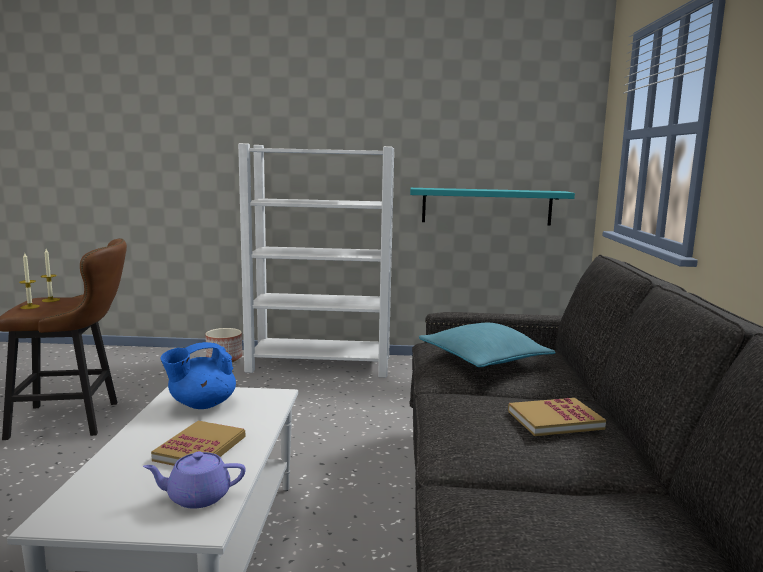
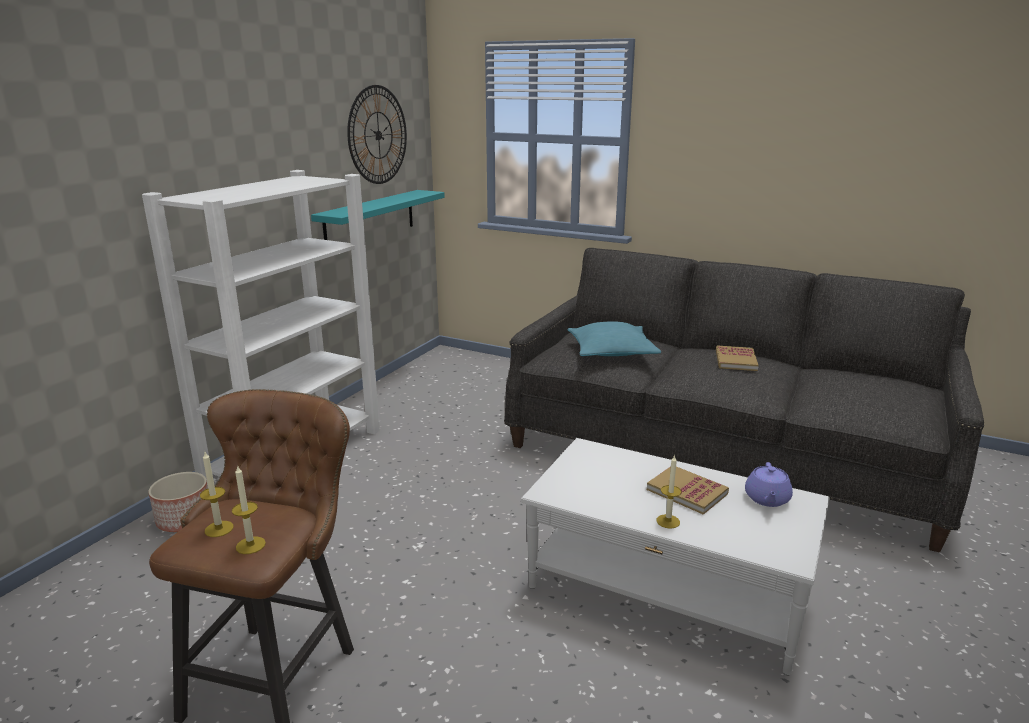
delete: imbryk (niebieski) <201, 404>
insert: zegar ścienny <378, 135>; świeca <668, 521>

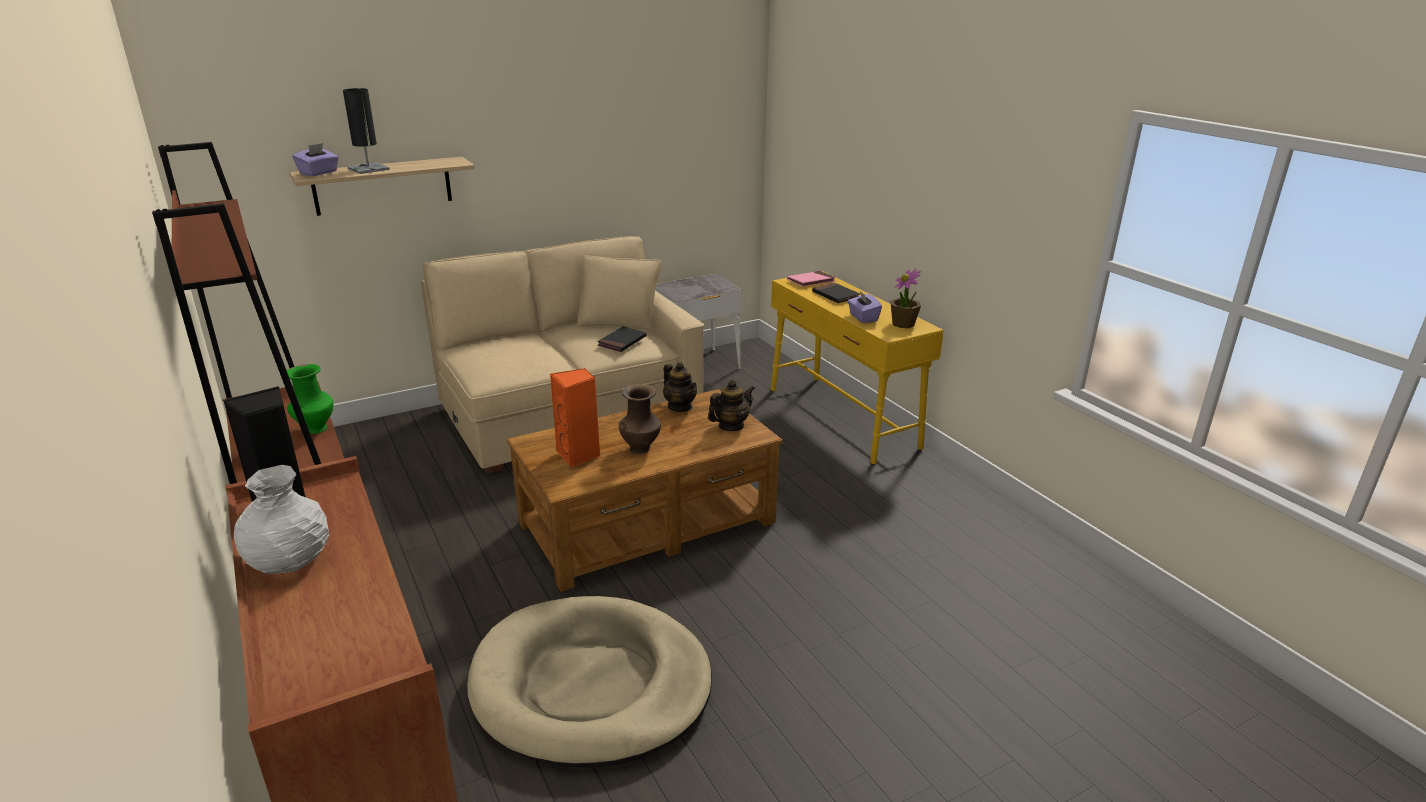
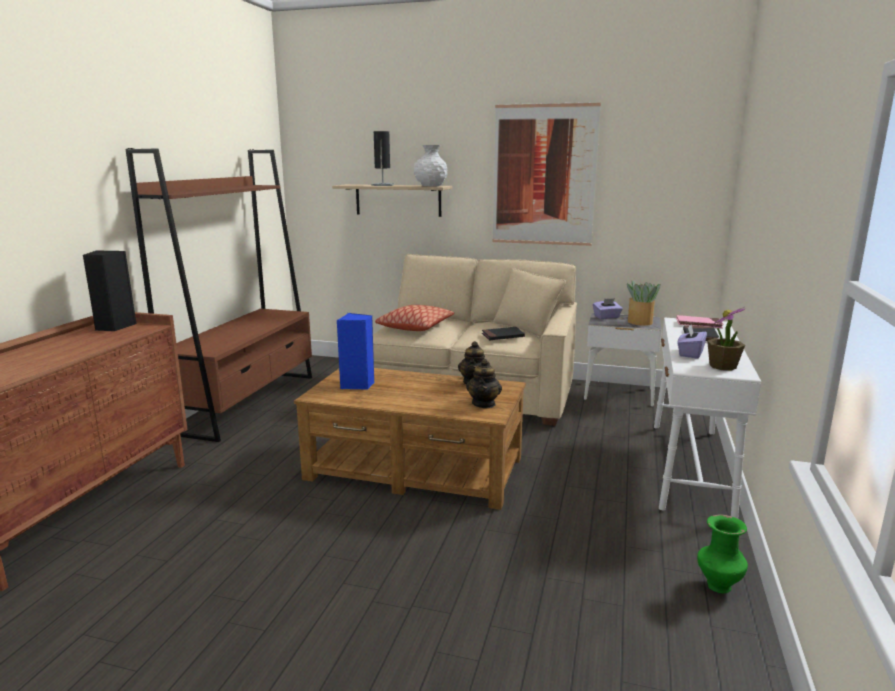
delete: legowisko (beżowy) <591, 685>; wazon (brązowy) <641, 448>
insert: poduszka <415, 327>; obraz <544, 175>; roślina doniczkowa <640, 322>
move: wazon (biały) <288, 563> to <430, 186>; pudełko chusteczek (fioletowy) <319, 173> to <607, 317>; wazon (zielony) <315, 429> to <718, 586>
recolor: głośnik (pomarańczowy) <579, 456> to głośnik (niebieski) <358, 385>; stolik konsolowy (żółty) <841, 418> to stolik konsolowy (biały) <688, 467>
rotate: imbryk <731, 426> = <484, 404> 90 degrees clockwise

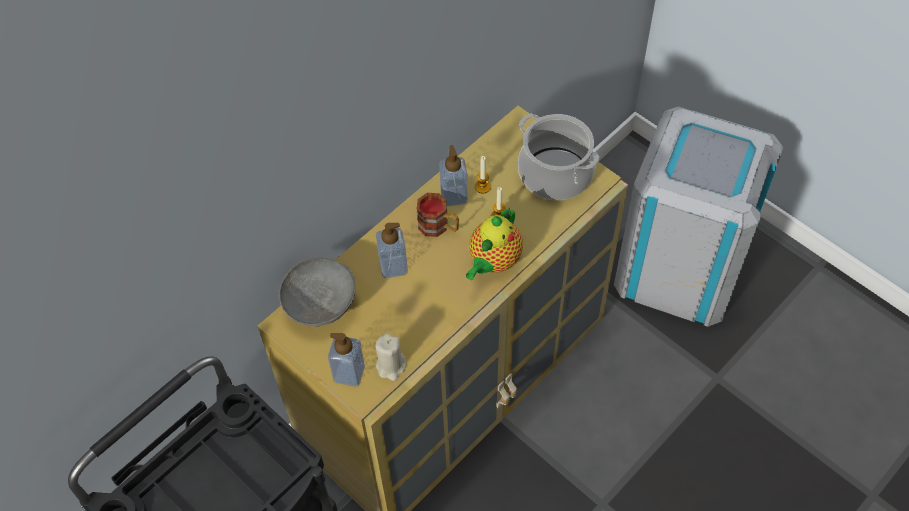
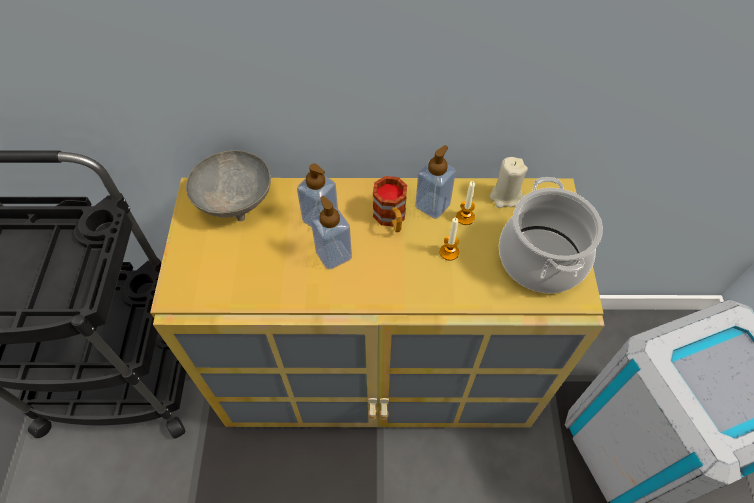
delete: imbryk <493, 262>
move: dozownik mydła <349, 373> to <333, 254>; świeca (beżowy) <391, 366> to <505, 196>

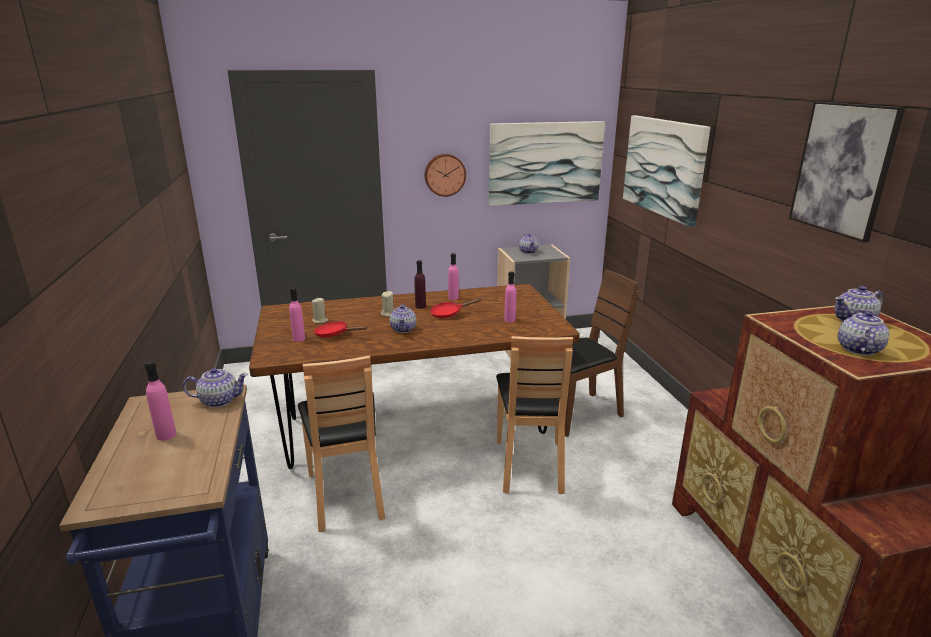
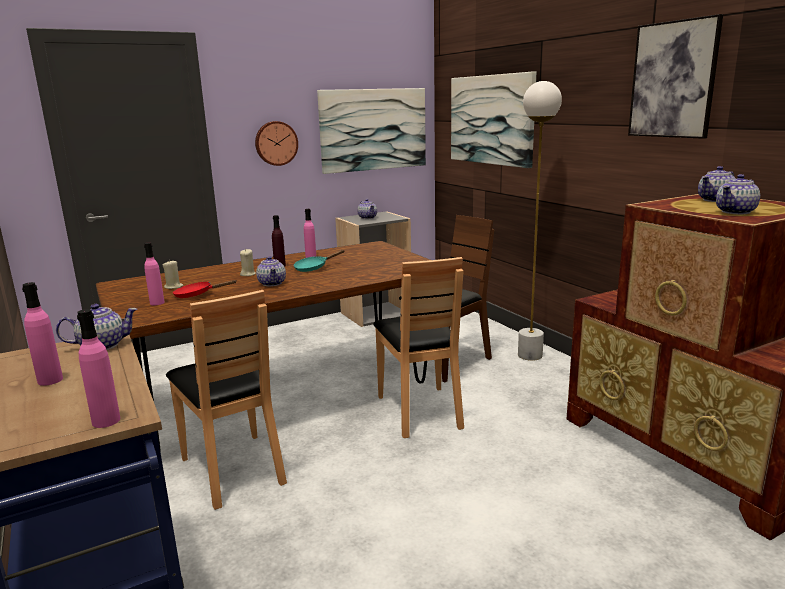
insert: lampa stojąca (biały) <530, 355>
move: butelka (różowy) <509, 320> to <106, 421>
recolor: patelnia (czerwony) <449, 314> to patelnia (turkusowy) <313, 268>
rotate: imbryk <858, 349> = <736, 212> 135 degrees counterclockwise

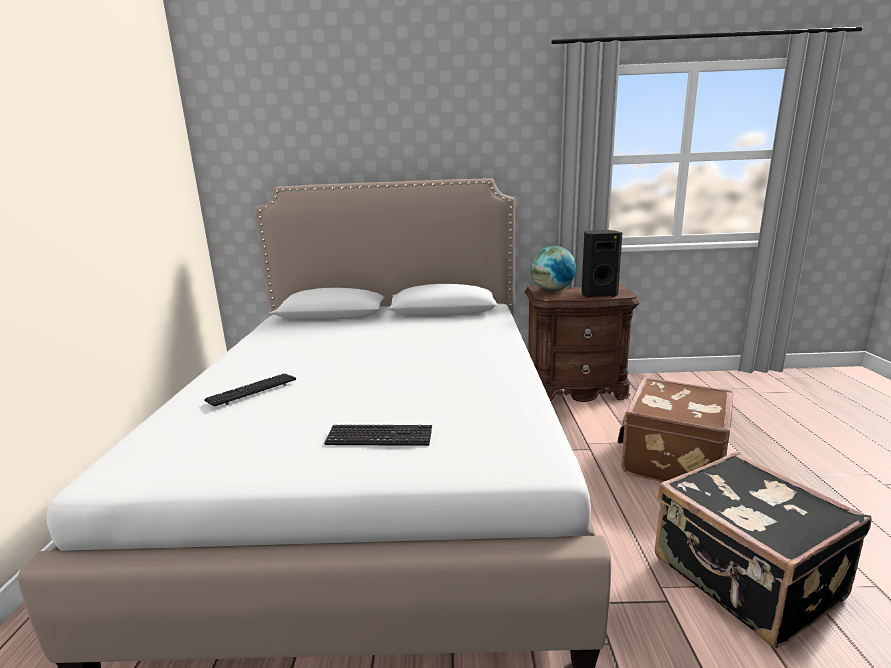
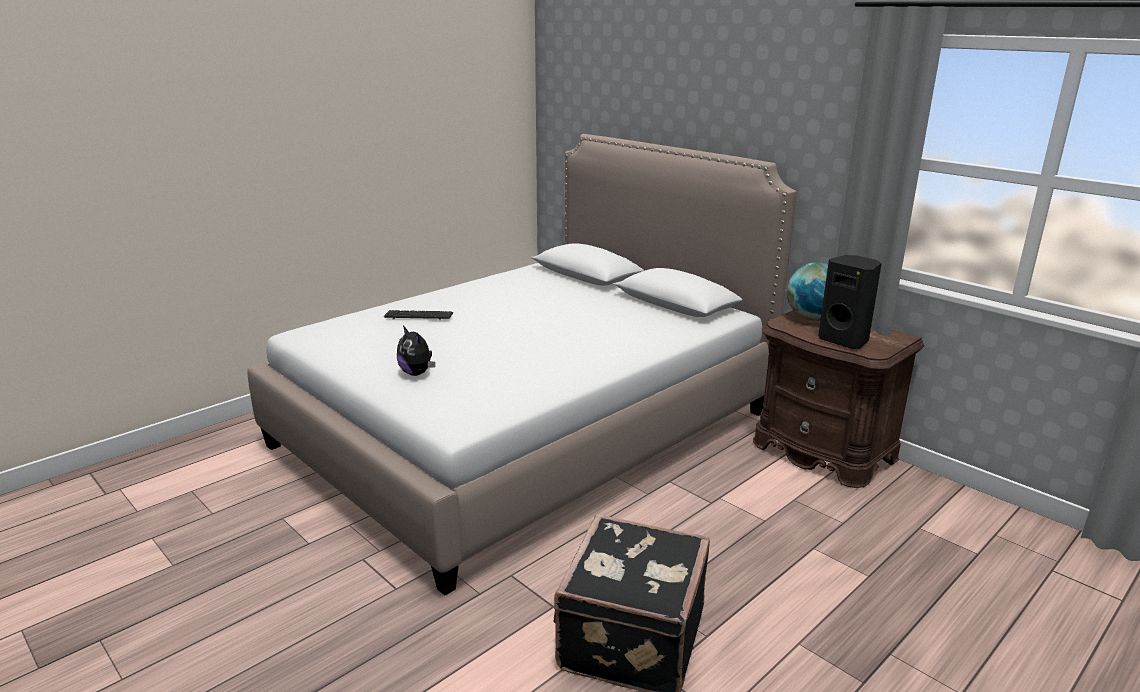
delete: walizka (brązowy) <671, 460>
replace: klawiatura <379, 437> to pluszak <417, 373>

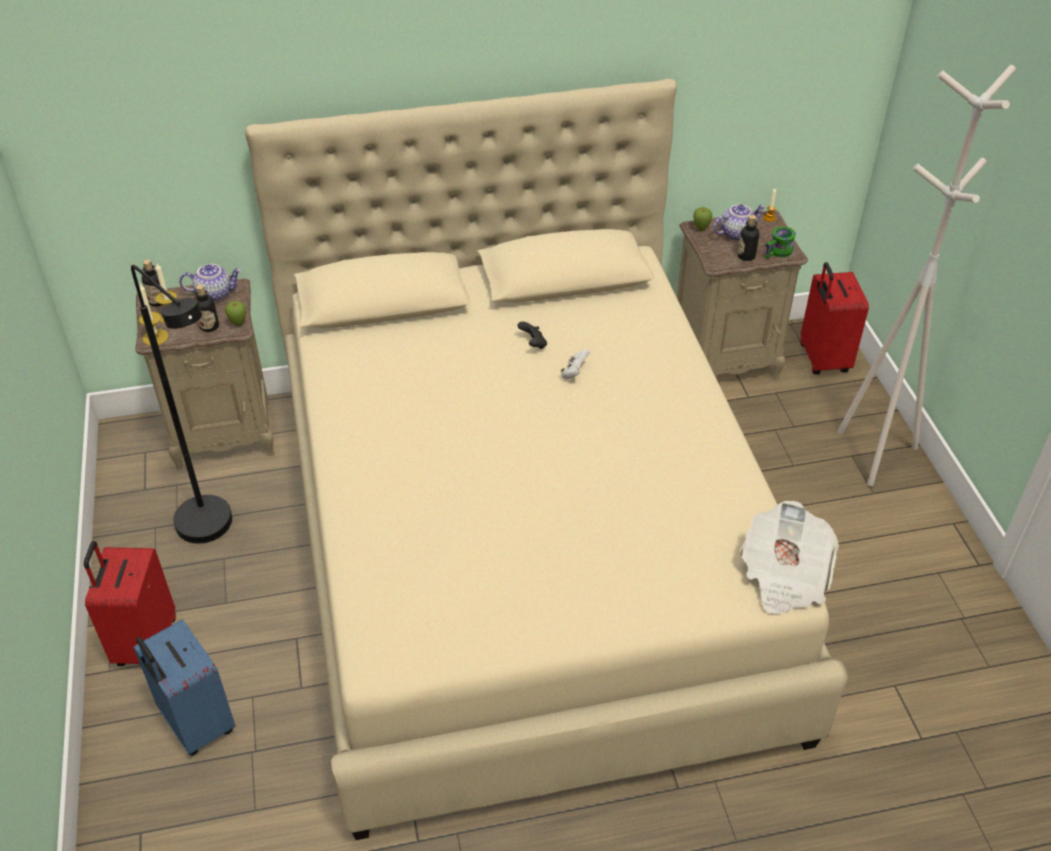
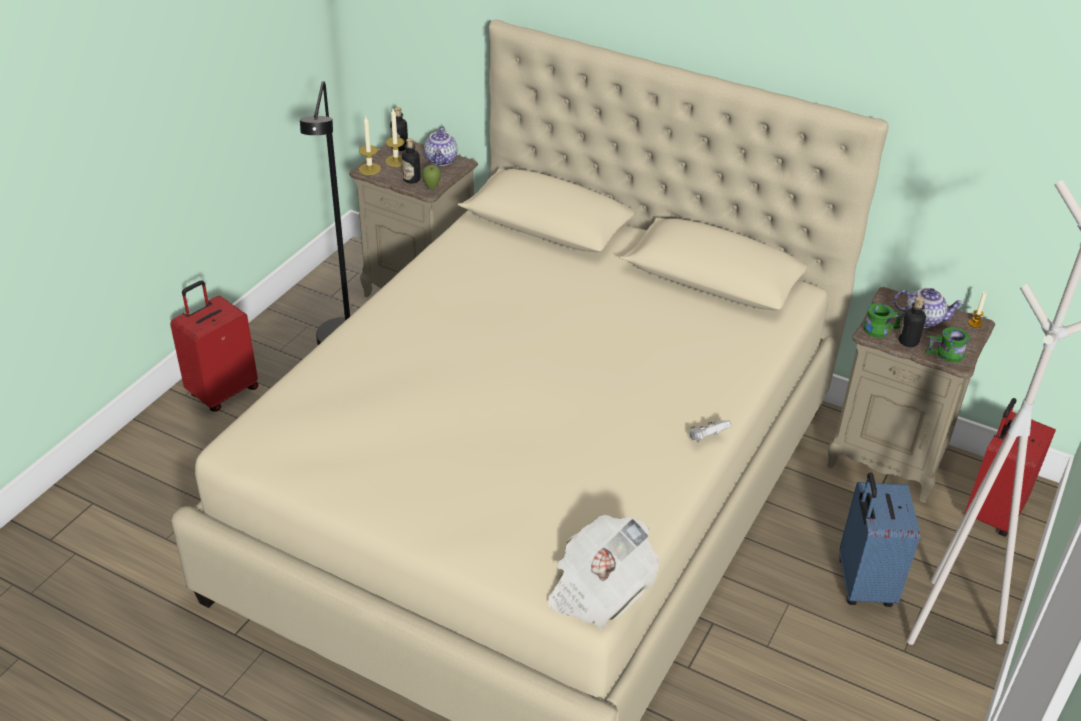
delete: pad do gier (czarny) <533, 344>; jabłko <701, 229>
insert: kubek (zielony) <879, 328>
move: pad do gier (biały) <574, 373> to <707, 438>; walizka (niebieski) <196, 724> to <862, 584>
rotate: imbryk <215, 293> = <442, 160> 60 degrees clockwise

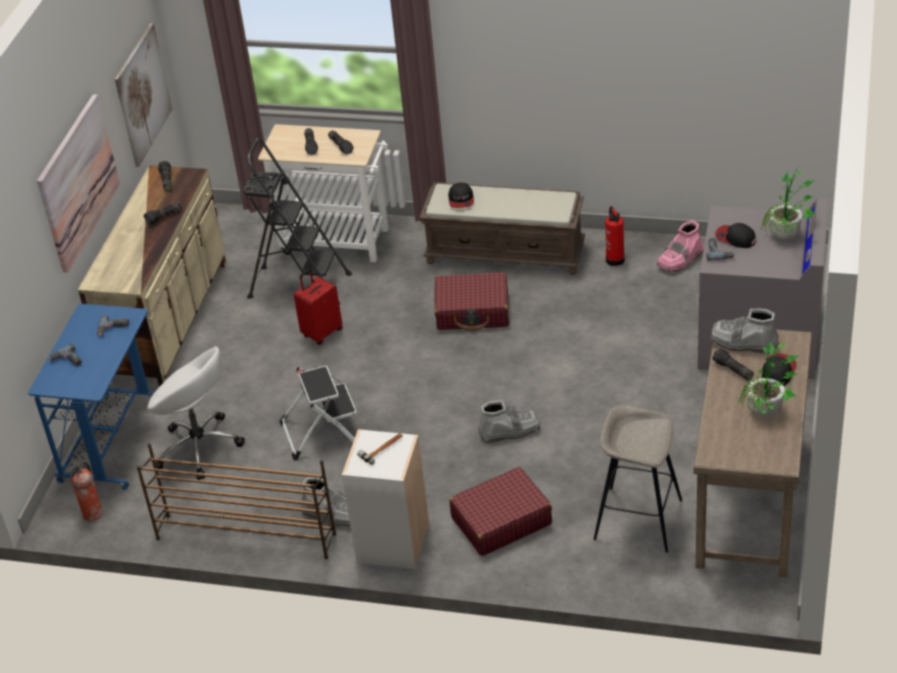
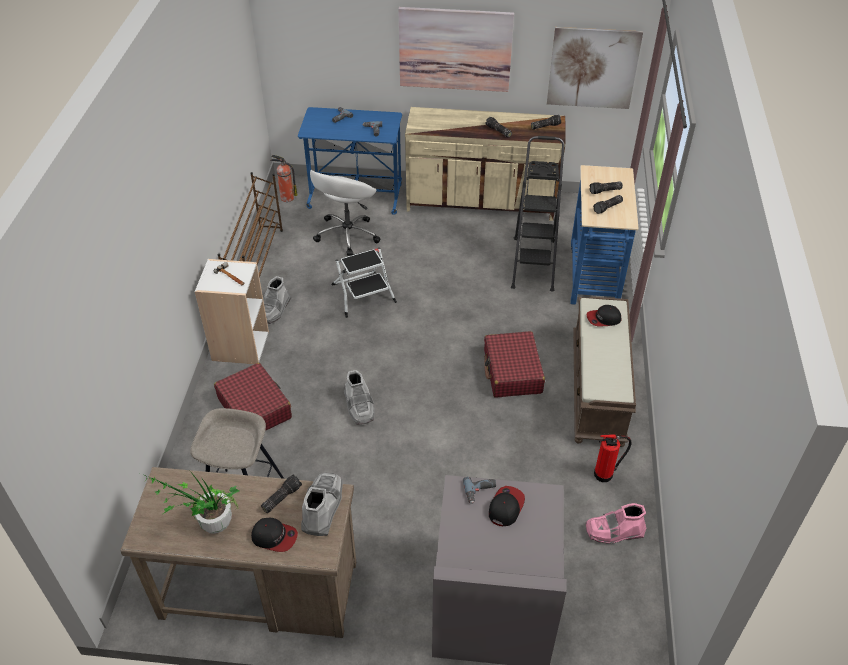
delete: walizka (czerwony) <321, 333>; roślina doniczkowa <786, 239>
recolor: wózek (biały) <337, 242> to wózek (niebieski) <593, 278>
rotate: but z cholewką (różowy) <680, 259> = <614, 531> 45 degrees counterclockwise

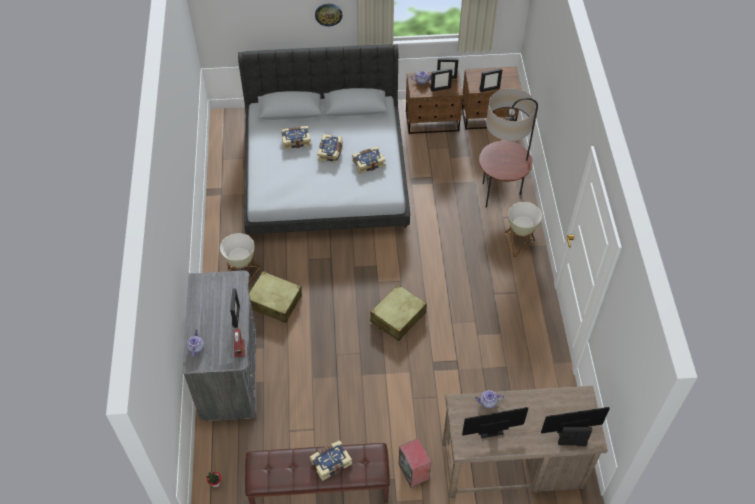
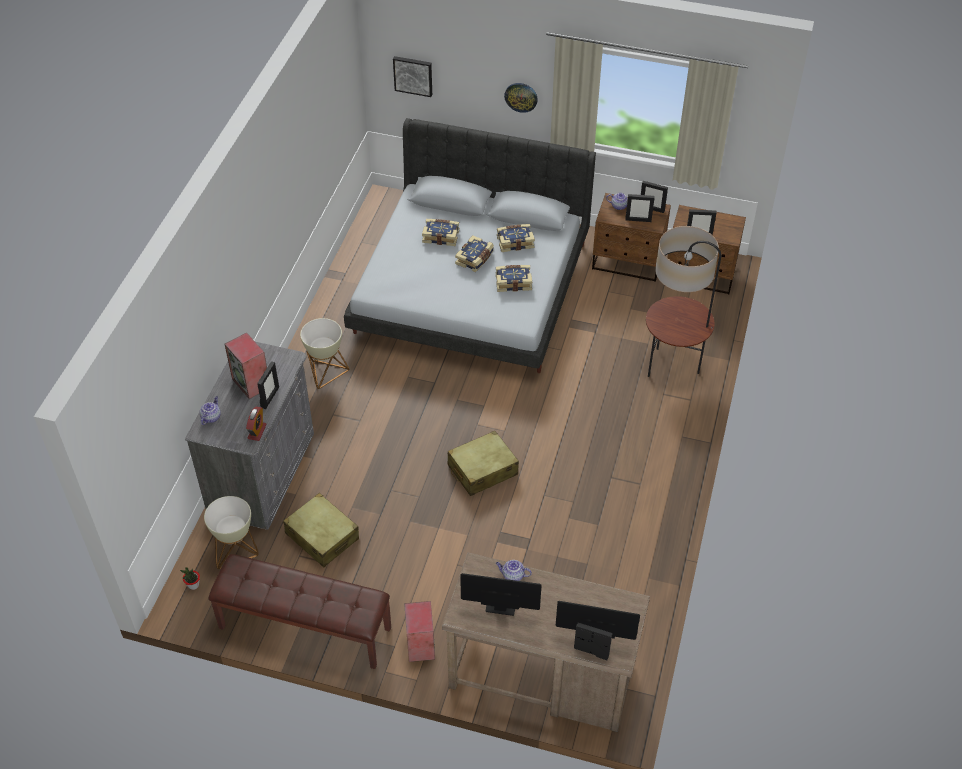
insert: głośnik <252, 383>; obraz <413, 75>
move: donica <519, 243> to <236, 552>; walizka (beżowy) <274, 302> to <322, 536>; książka <330, 462> to <515, 242>

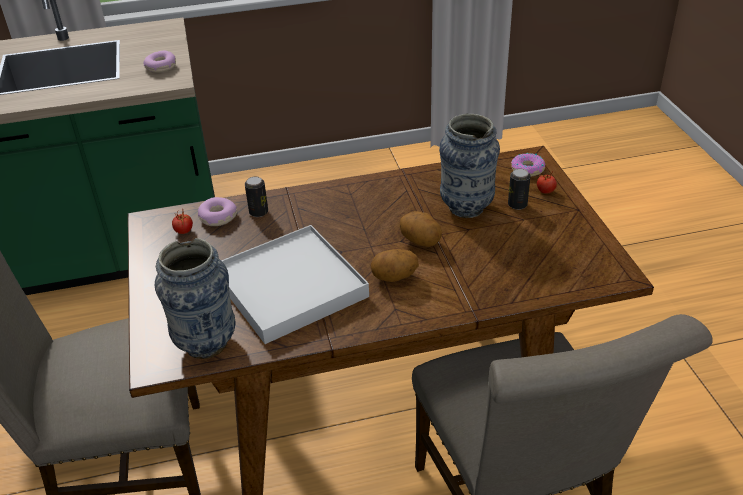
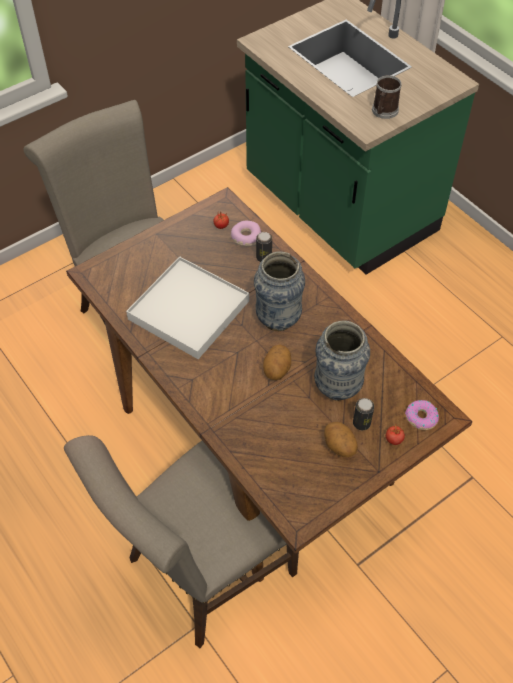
move: wazon <206, 343> to <278, 319>; ziemniak <394, 278> to <339, 447>
replace: donut <161, 67> to kubek <383, 112>

